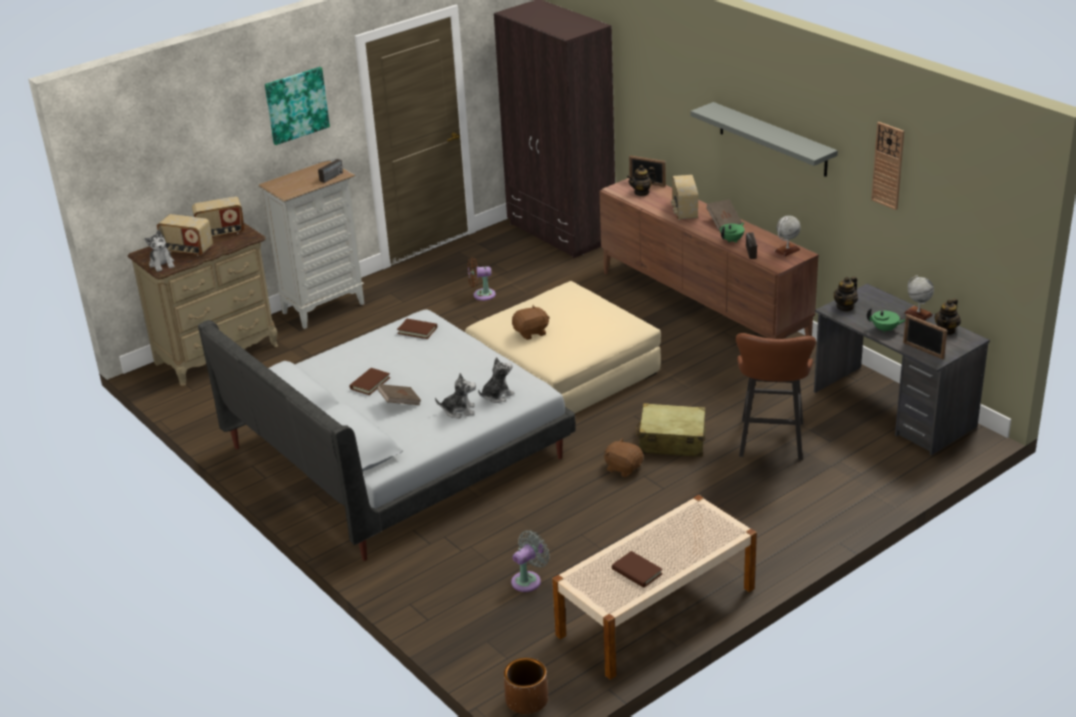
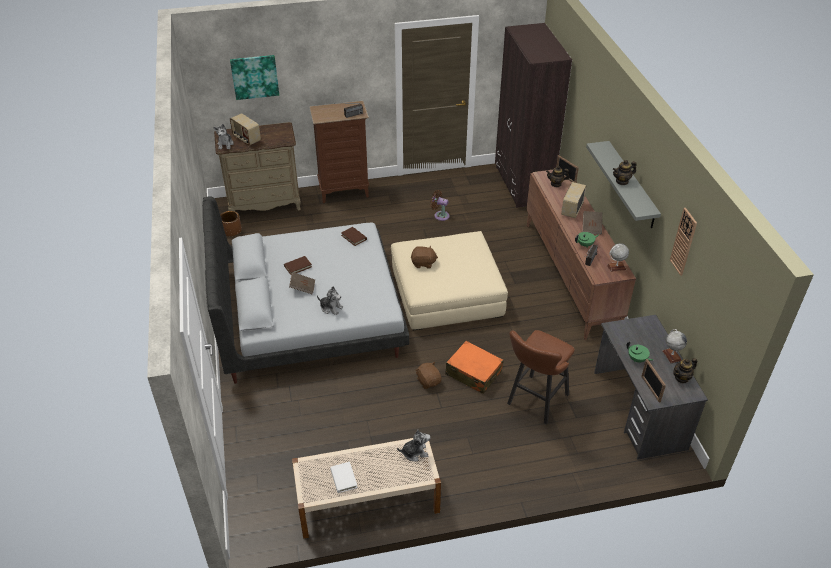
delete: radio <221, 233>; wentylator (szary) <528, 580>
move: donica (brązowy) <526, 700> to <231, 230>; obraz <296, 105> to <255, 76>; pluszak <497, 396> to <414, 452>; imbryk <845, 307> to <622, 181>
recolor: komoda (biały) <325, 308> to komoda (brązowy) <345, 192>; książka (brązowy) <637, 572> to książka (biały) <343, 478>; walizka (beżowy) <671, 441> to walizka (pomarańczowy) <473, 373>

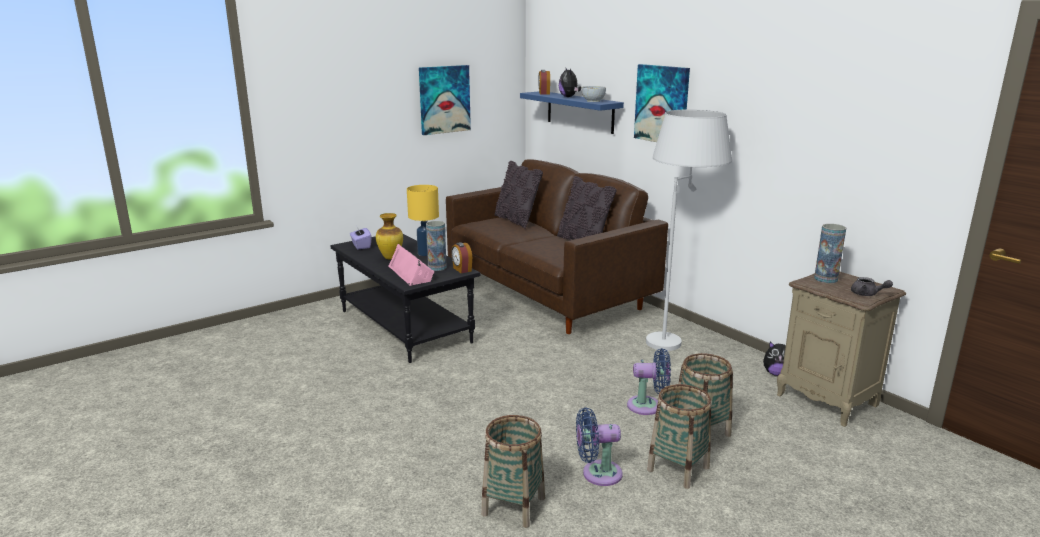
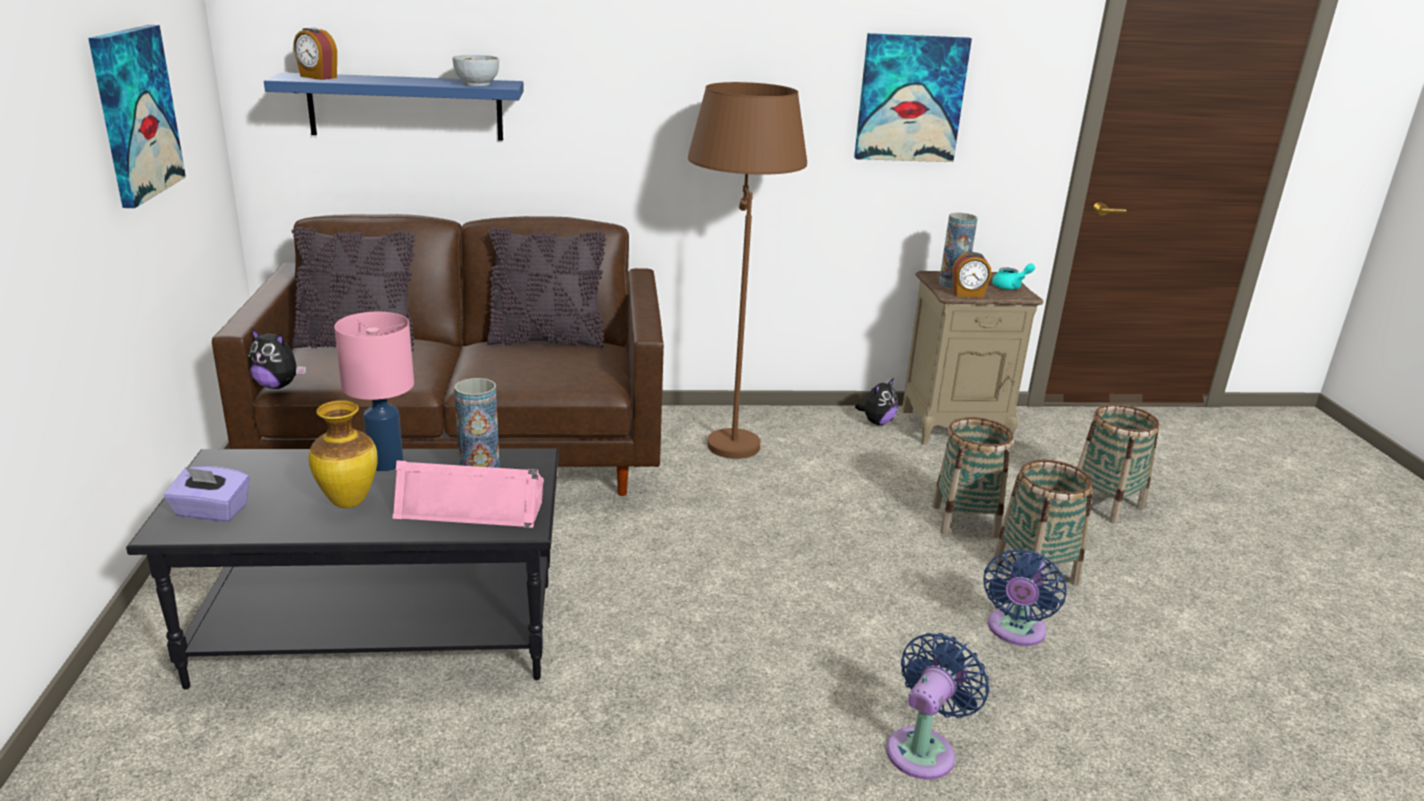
move: pluszak <569, 97> to <278, 386>; obraz <662, 104> to <910, 98>; wentylator (niebieski) <648, 406> to <924, 749>; budzik <461, 269> to <968, 294>; koszyk <513, 506> to <1105, 504>
recolor: lampa stołowa (żółty) <424, 253> to lampa stołowa (różowy) <385, 464>; lampa stojąca (biały) <676, 337> to lampa stojąca (brązowy) <730, 432>; imbryk (szary) <867, 294> to imbryk (turkusowy) <1010, 286>

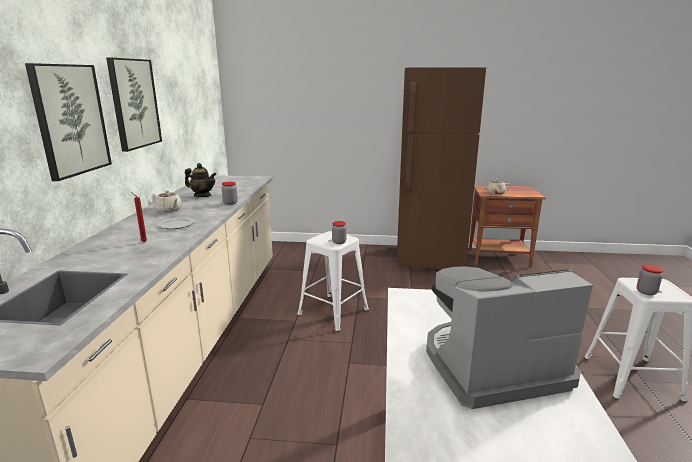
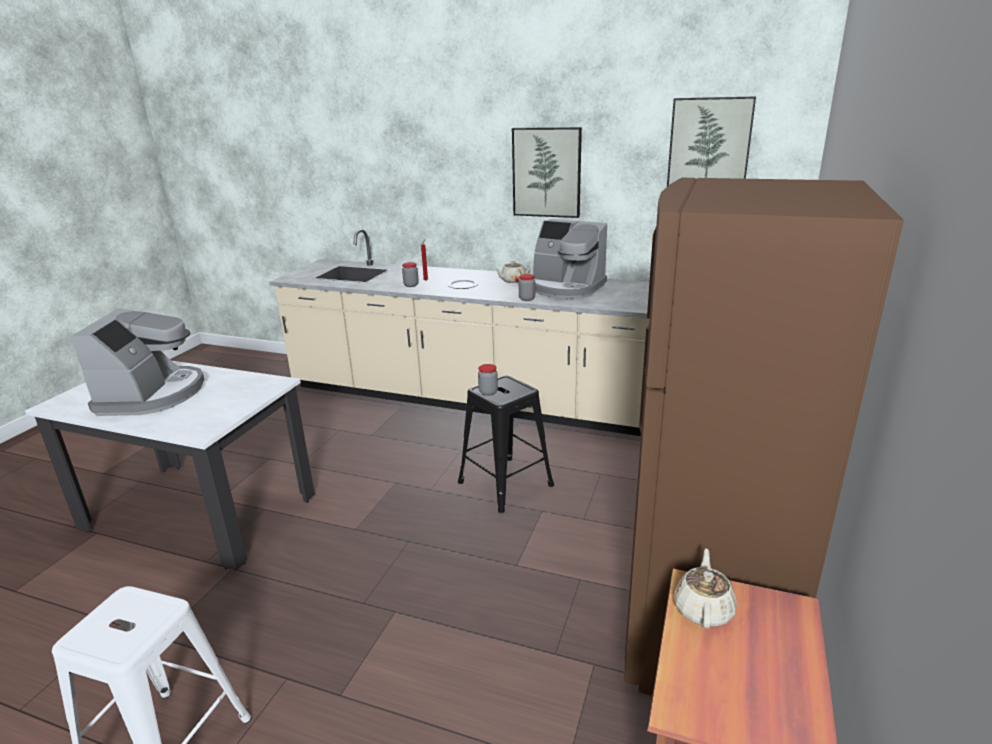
move: słoik <646, 292> to <411, 285>; obraz <70, 120> to <709, 148>
replace: imbryk <202, 196> to ekspres do kawy <565, 288>
recolor: stołek (biały) <333, 312> to stołek (czarny) <505, 484>

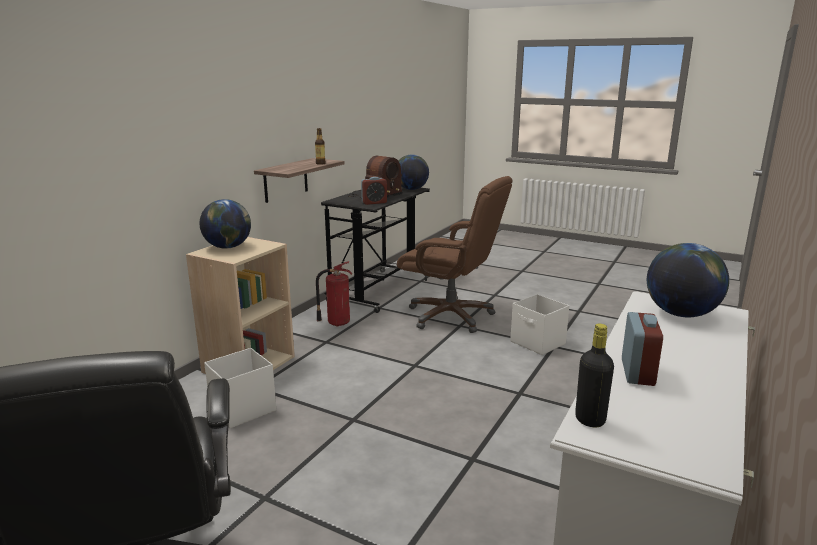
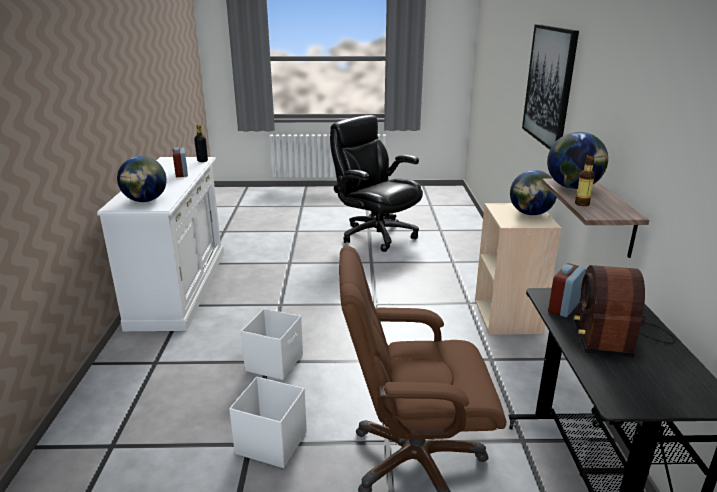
delete: gaśnica <337, 323>
insert: obraz <549, 85>
move: pojemnik do przechowywania (biały) <242, 409> to <275, 362>; globus <411, 189> to <573, 187>

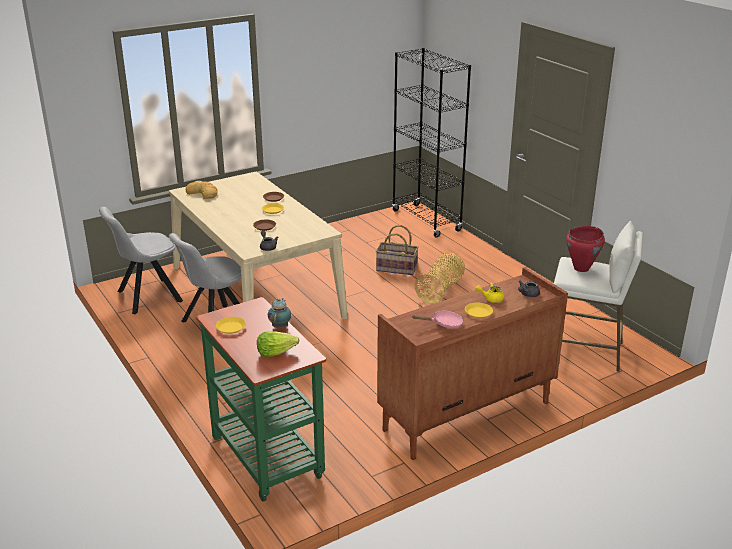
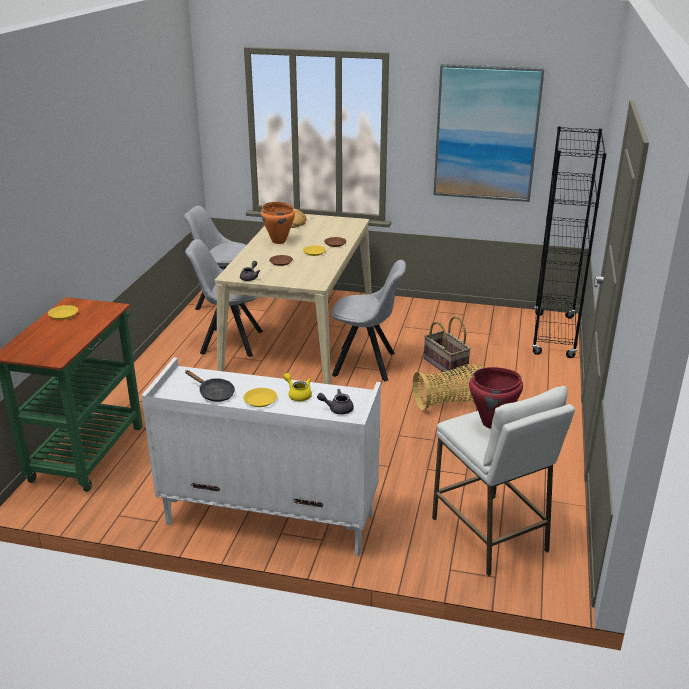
delete: sałata <276, 352>; imbryk <280, 326>
insert: garnek (pomarańczowy) <279, 241>; krzesło (szary) <366, 364>; obraz <486, 134>
recolor: szafka (brązowy) <466, 416> to szafka (biały) <268, 519>; patelnia (różowy) <444, 323> to patelnia (czarny) <214, 393>

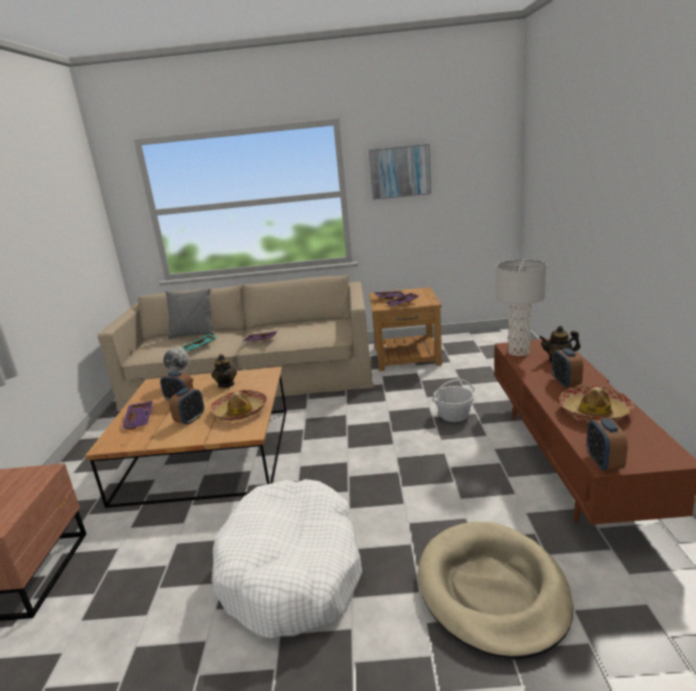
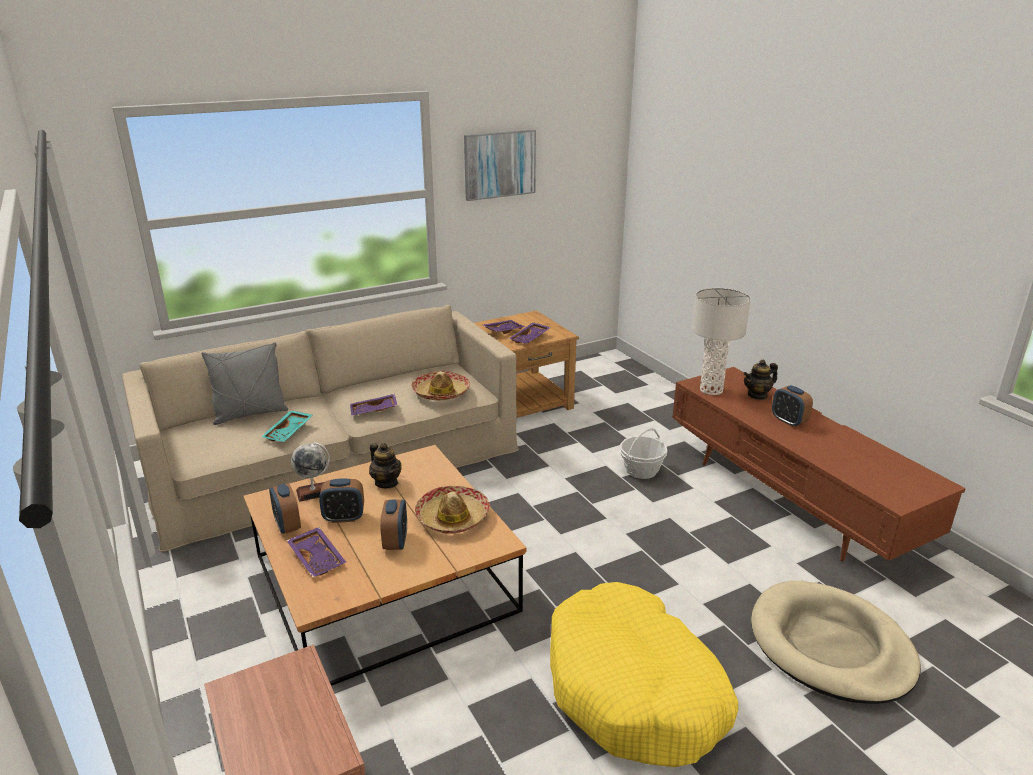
move: budzik <604, 463> to <287, 525>; kapelusz <594, 411> to <441, 392>
recolor: legowisko (biały) <292, 570> to legowisko (żółty) <634, 690>

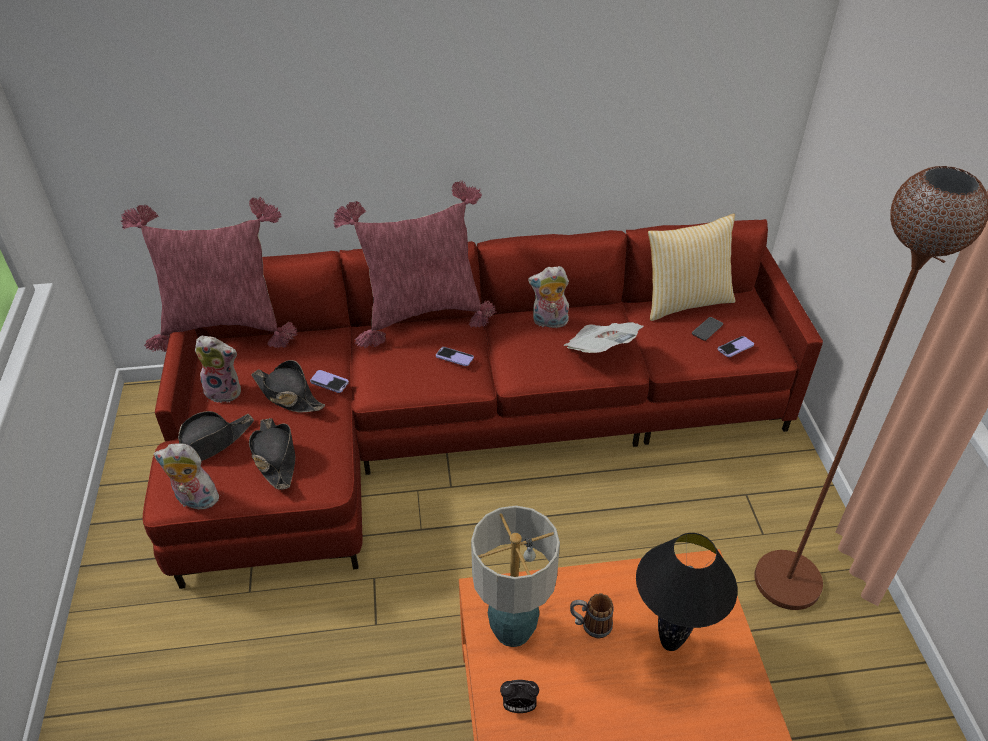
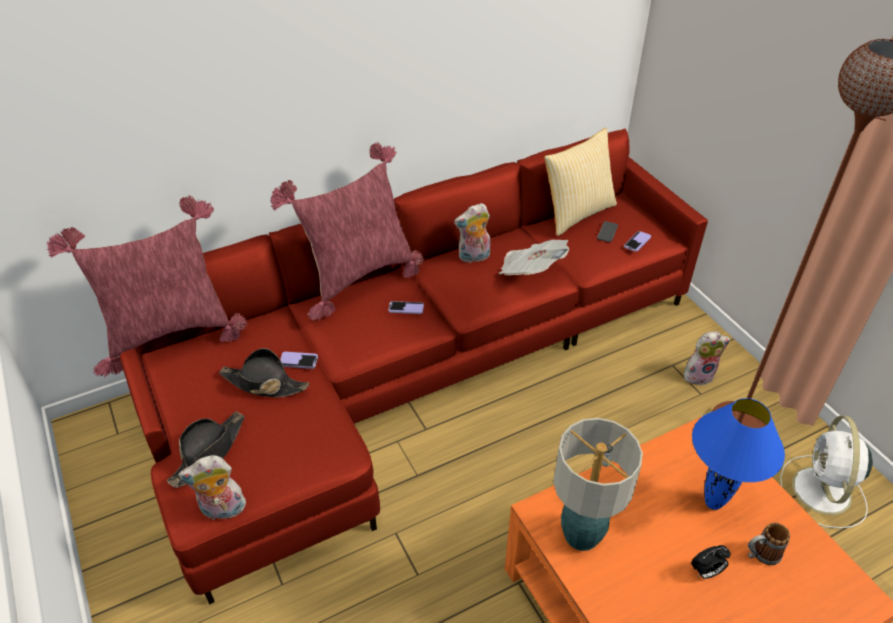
delete: kapelusz (czarny) <275, 457>
insert: wentylator (biały) <822, 493>
move: pluszak <225, 391> to <699, 374>; budzik <519, 706> to <706, 572>; kubek <590, 625> to <760, 554>
recolor: lampa stołowa (czarny) <669, 642> to lampa stołowa (niebieski) <712, 502>

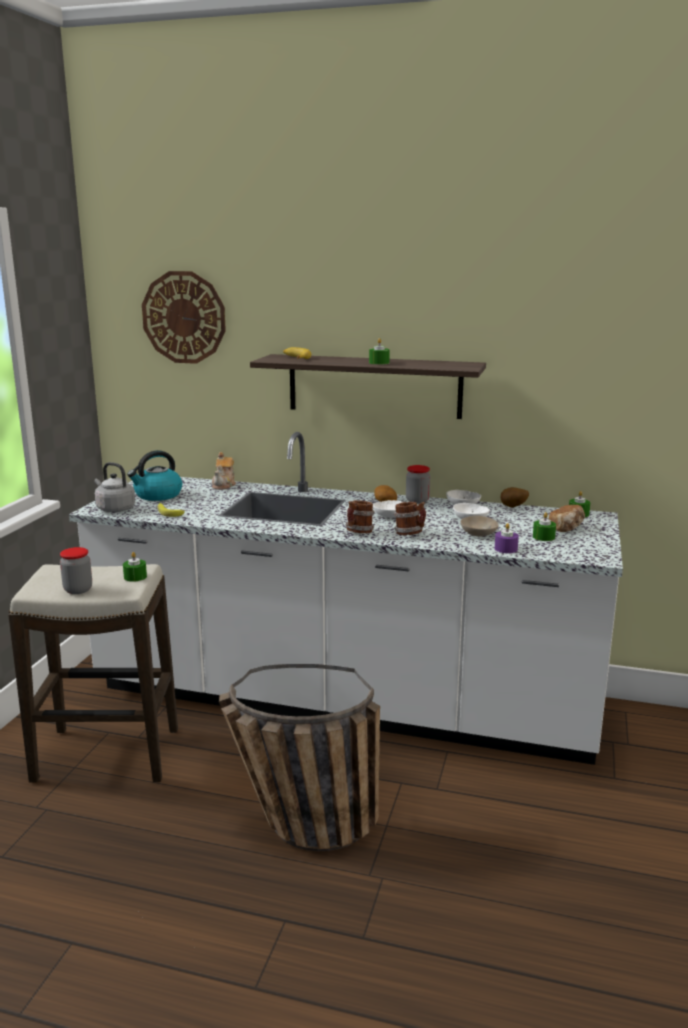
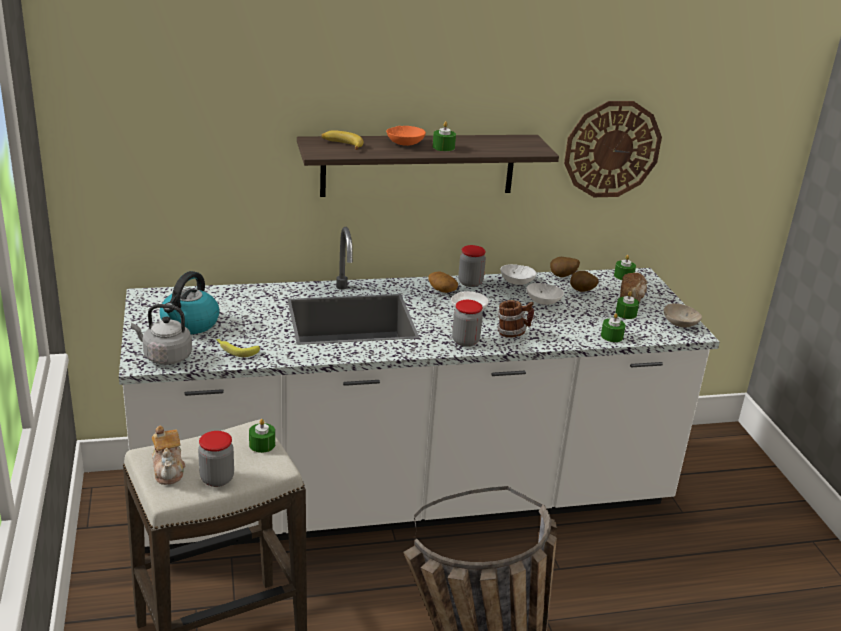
insert: miska (pomarańczowy) <405, 143>; ziemniak <581, 292>
move: imbryk <224, 485> to <168, 469>; zegar ścienny <184, 317> to <612, 149>; miska (beżowy) <477, 533> to <678, 323>
replace: kubek <359, 532> to słoik <465, 341>
recolor: świeca (fioletowy) <506, 549> to świeca (zielony) <612, 336>

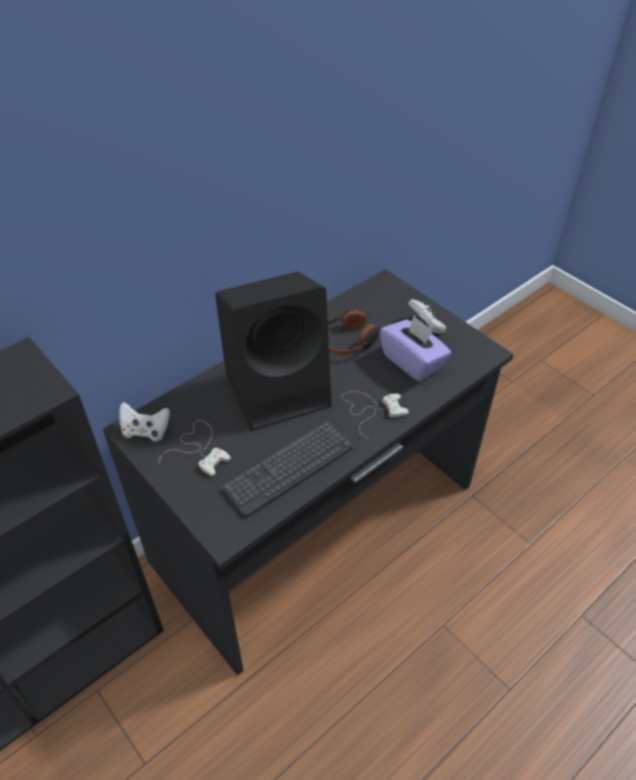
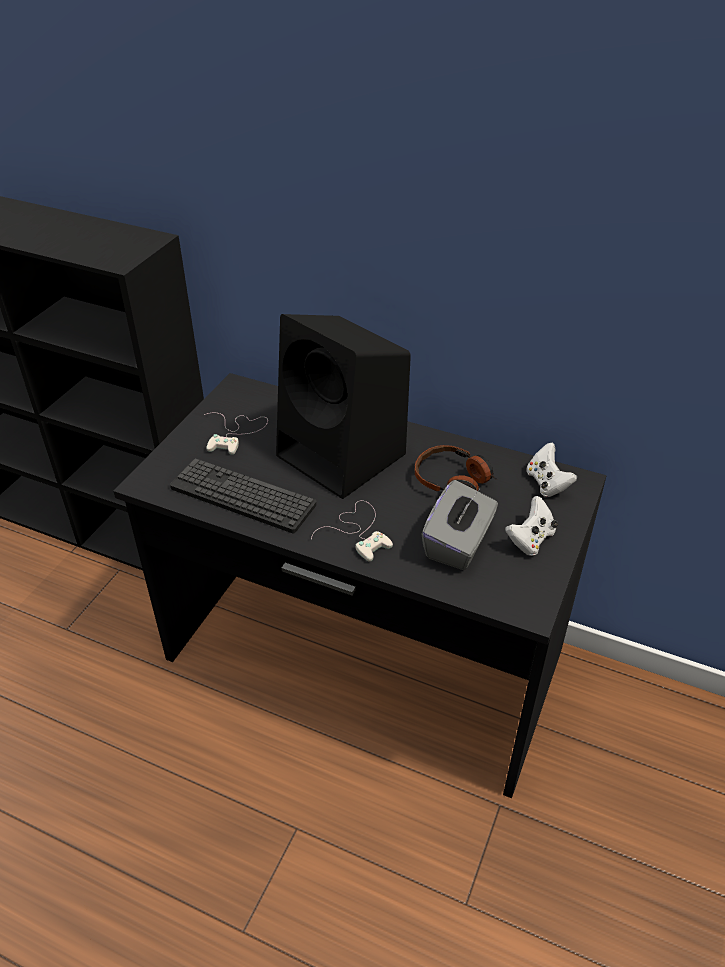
move: pad do gier (biały) <146, 431> to <547, 483>
recolor: pudełko chusteczek (fioletowy) <413, 362> to pudełko chusteczek (szary) <458, 544>

